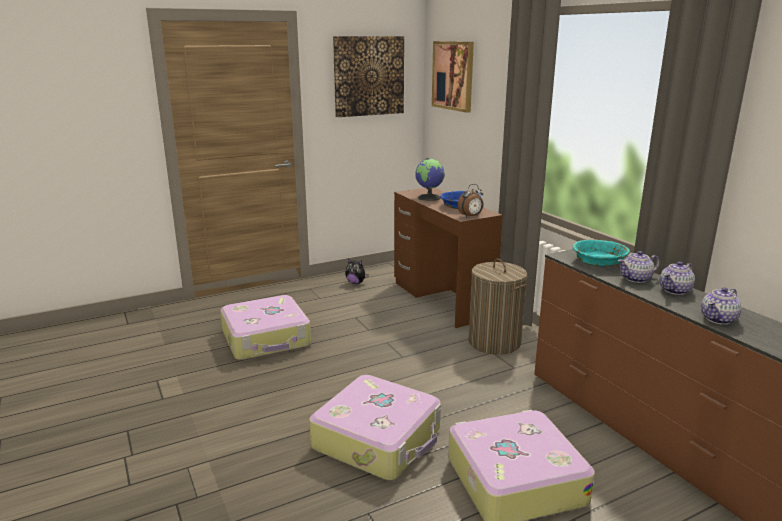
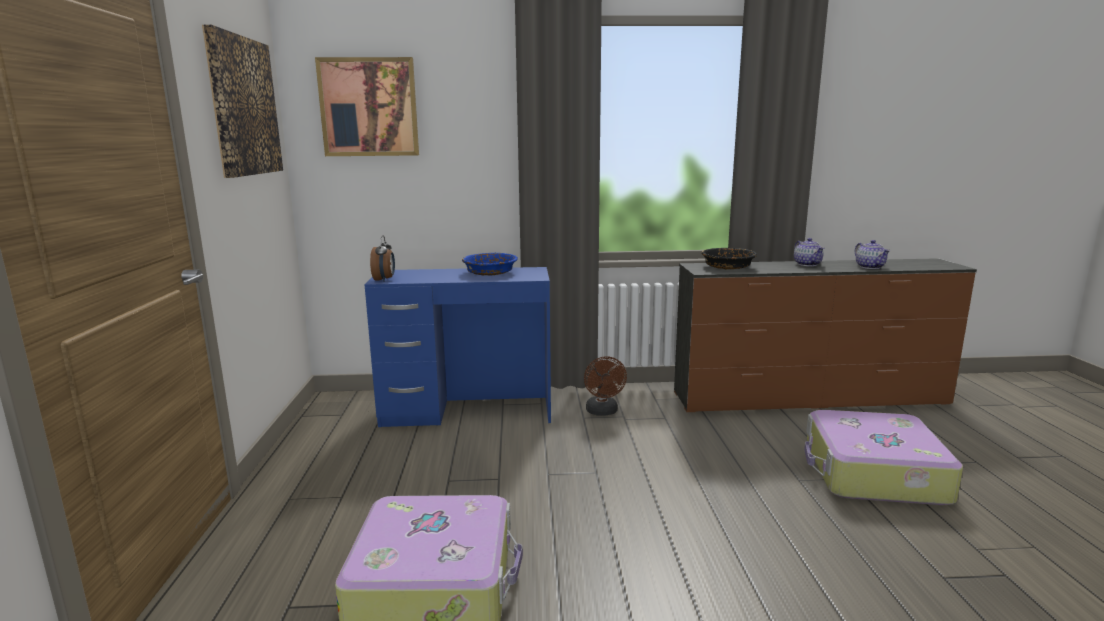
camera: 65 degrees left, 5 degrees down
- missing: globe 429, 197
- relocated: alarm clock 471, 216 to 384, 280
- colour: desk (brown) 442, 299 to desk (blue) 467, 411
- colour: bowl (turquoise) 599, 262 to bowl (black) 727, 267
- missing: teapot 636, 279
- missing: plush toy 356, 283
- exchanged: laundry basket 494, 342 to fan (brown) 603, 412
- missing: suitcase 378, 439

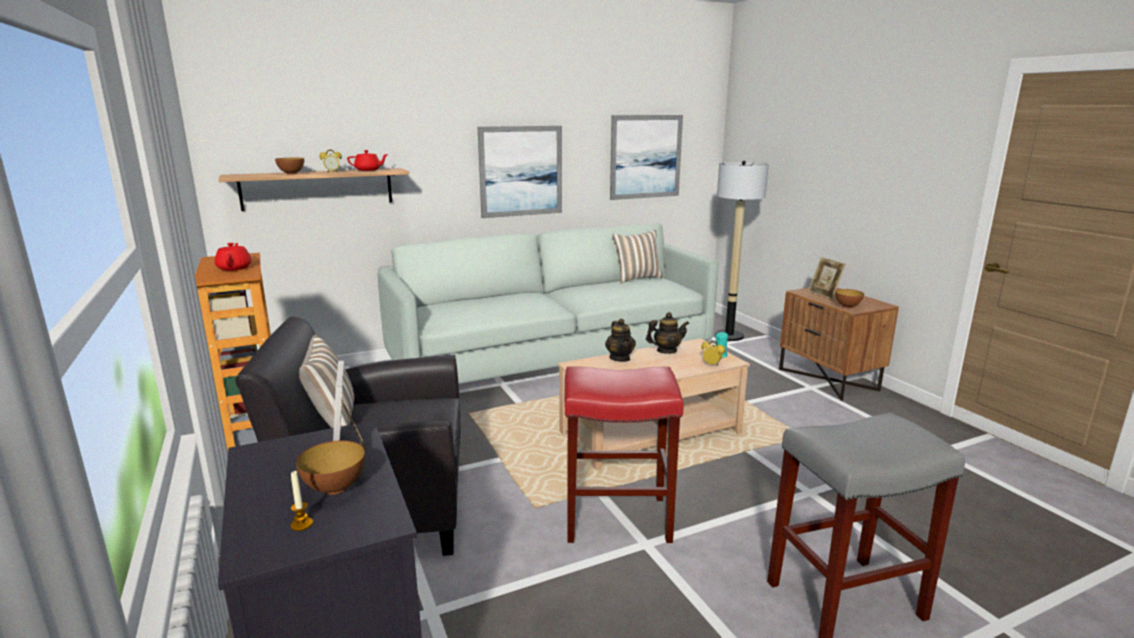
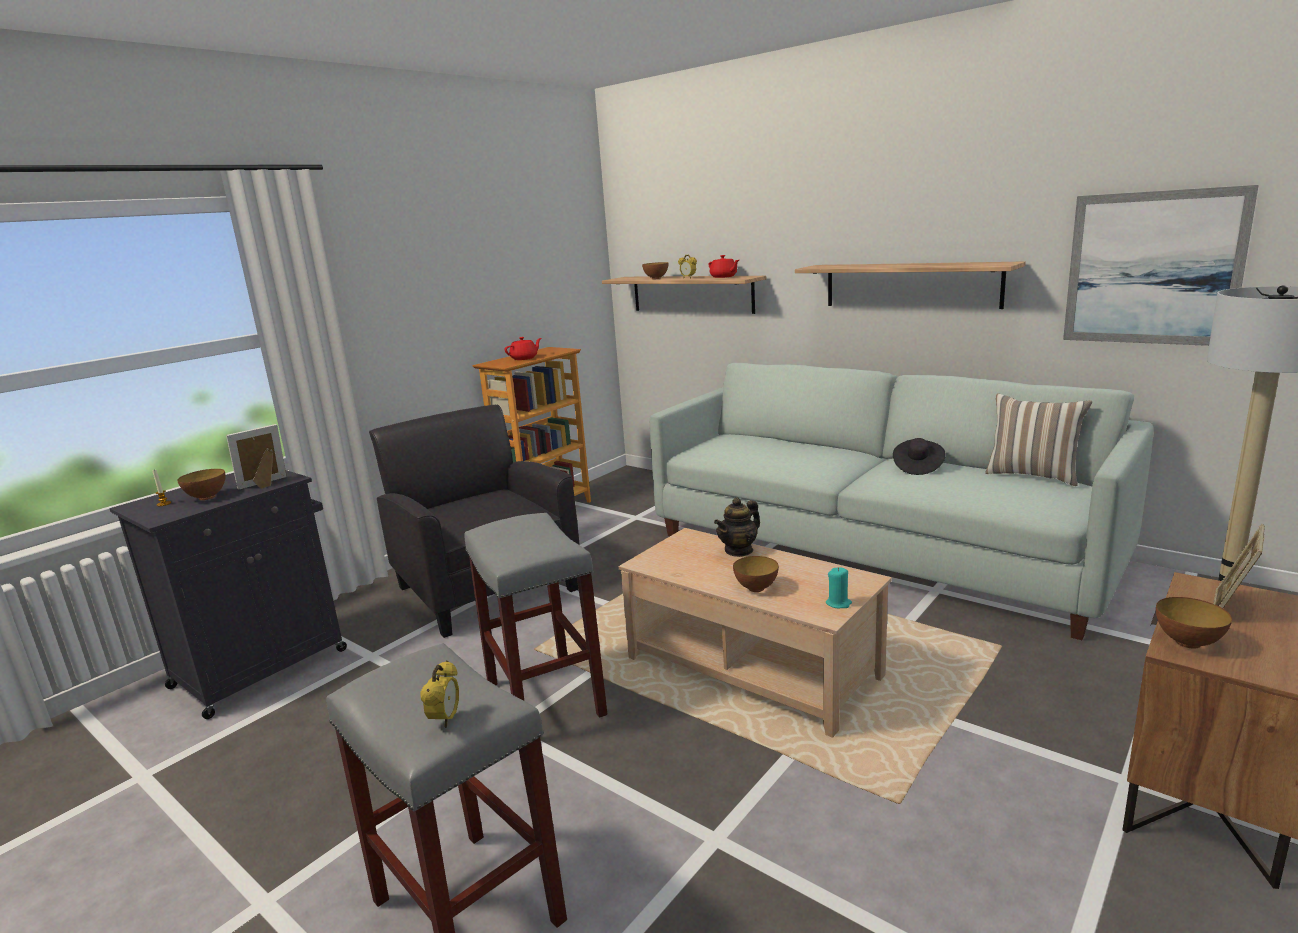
camera: 65 degrees right, 0 degrees up
- exchanged: picture 521, 171 to shelf 910, 285
- missing: teapot 666, 351
- missing: pillow 332, 423
- relocated: alarm clock 712, 365 to 445, 719
- colour: stool (red) 618, 518 to stool (grey) 546, 699
- appeared: hat (black) 917, 467
- appeared: bowl 756, 588

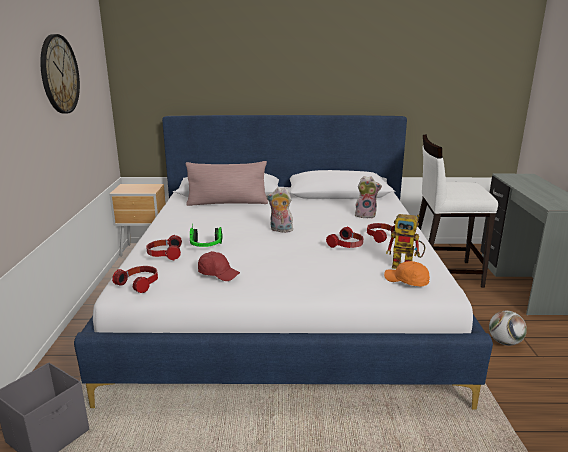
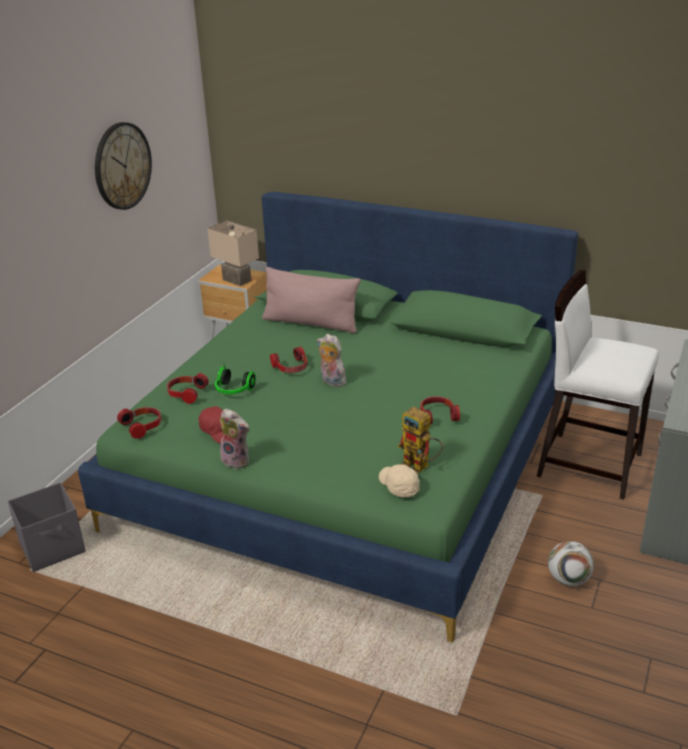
camera: 25 degrees right, 10 degrees up
- colour: bed (white) 284, 304 to bed (green) 347, 462
- relocated: plush toy 366, 215 to 237, 460
- relocated: headphones 347, 245 to 291, 368
- colour: cap (orange) 406, 281 to cap (beige) 398, 486
- appeared: table lamp (beige) 238, 280

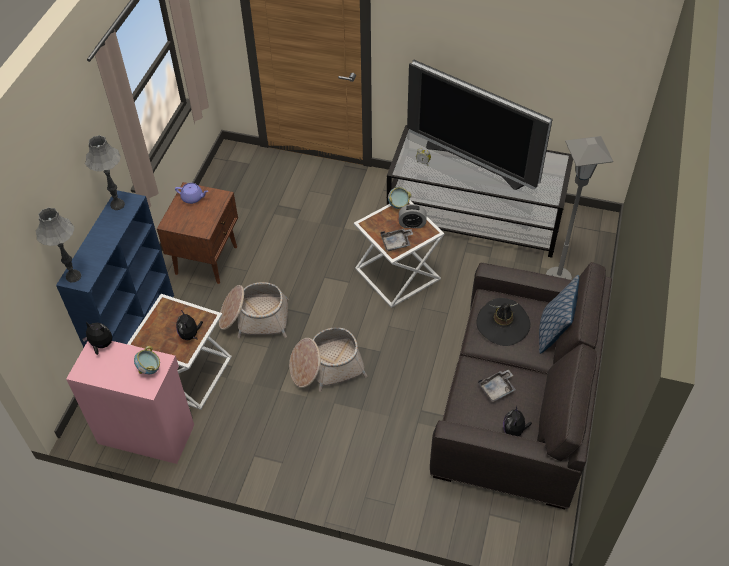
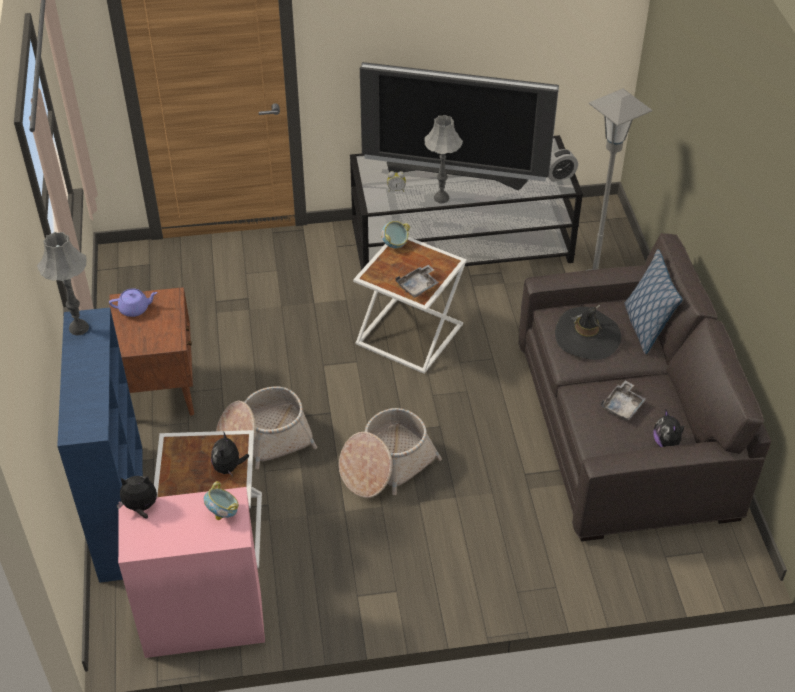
camera: 25 degrees left, 5 degrees down
- relocated: alarm clock 412, 224 to 559, 176
- relocated: table lamp (grey) 73, 276 to 441, 198
- spun: plush toy 190, 335 = 229, 468 45 degrees clockwise

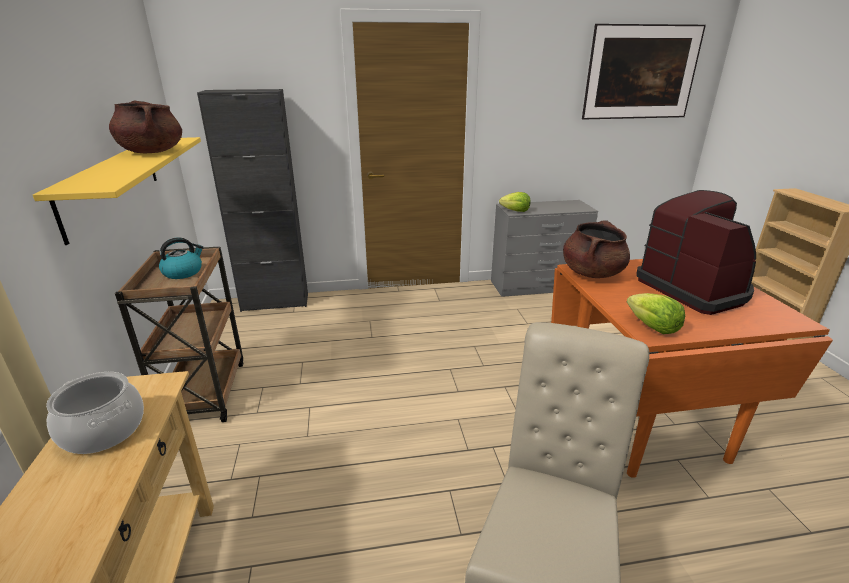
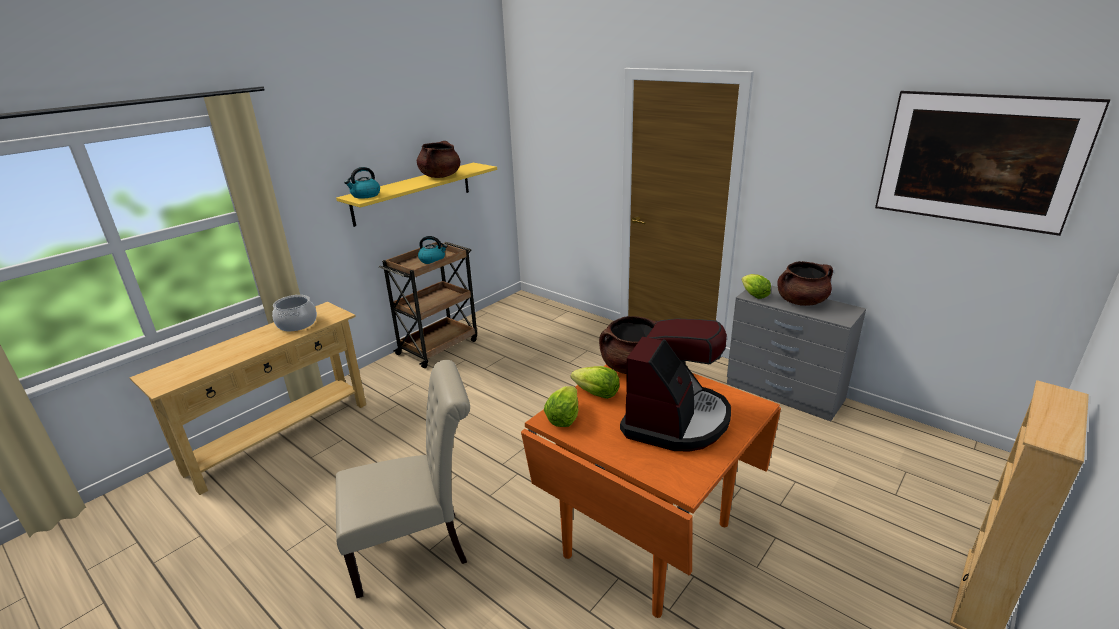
camera: 50 degrees right, 0 degrees up
- missing: cabinet (black) 275, 302
- appeared: kettle 365, 195
- appeared: cooking pot (brown) 801, 301
- appeared: lettuce 596, 394

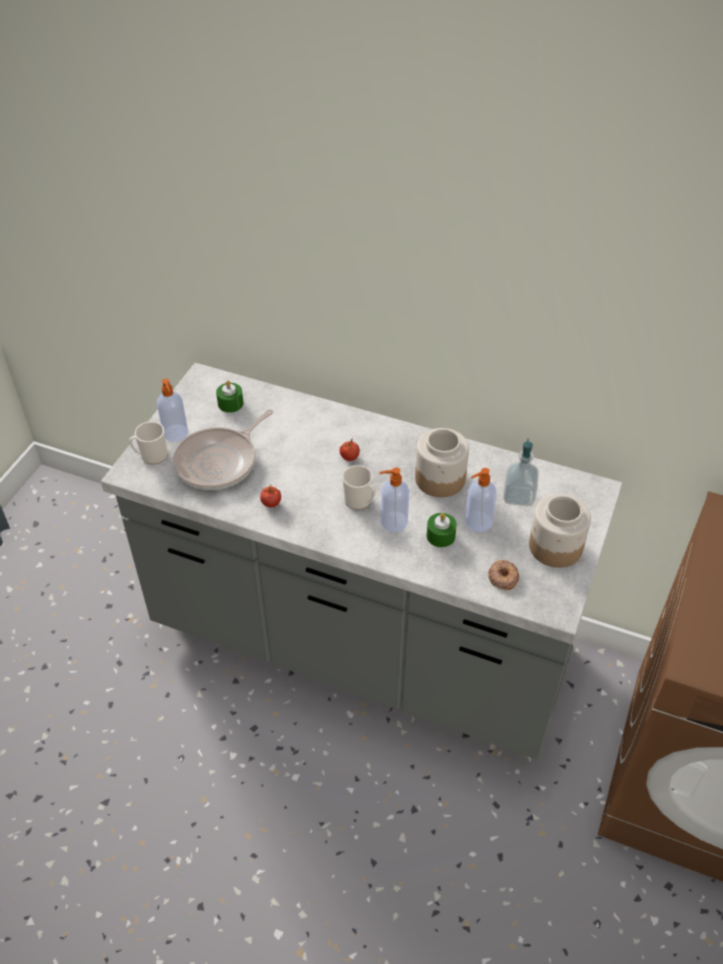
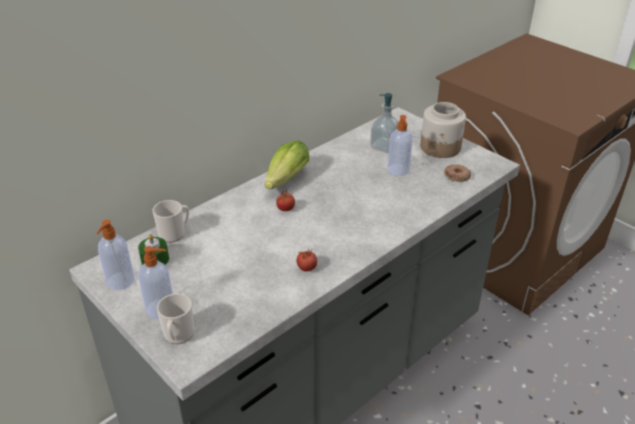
camera: 65 degrees left, 10 degrees down
- missing: frying pan 220, 462
- missing: jar 440, 478
- relocated: mug 360, 501 to 174, 233
- relocated: soap dispenser 393, 521 to 120, 282
- missing: candle (green) 440, 536
- appeared: lettuce 284, 181

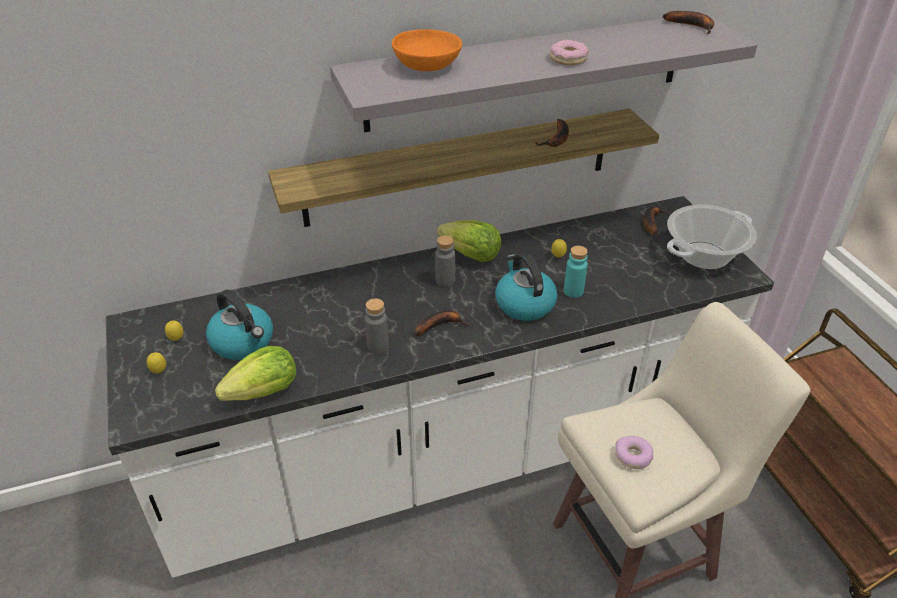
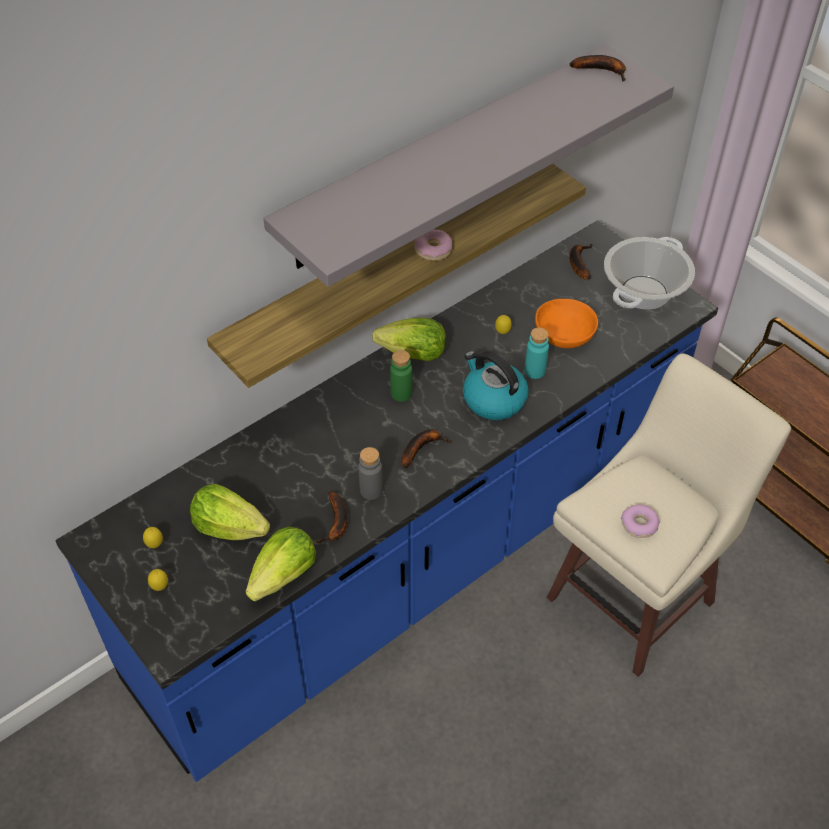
camera: 20 degrees left, 10 degrees up
- relocated: bowl (orange) 427, 66 to 564, 335
- relocated: donut 568, 59 to 433, 250
- relocated: banana 557, 139 to 336, 523
- colour: counter (white) 448, 458 to counter (blue) 414, 561
- colour: bottle (grey) 445, 281 to bottle (green) 401, 393
- exchanged: kettle 243, 342 to lettuce 229, 527

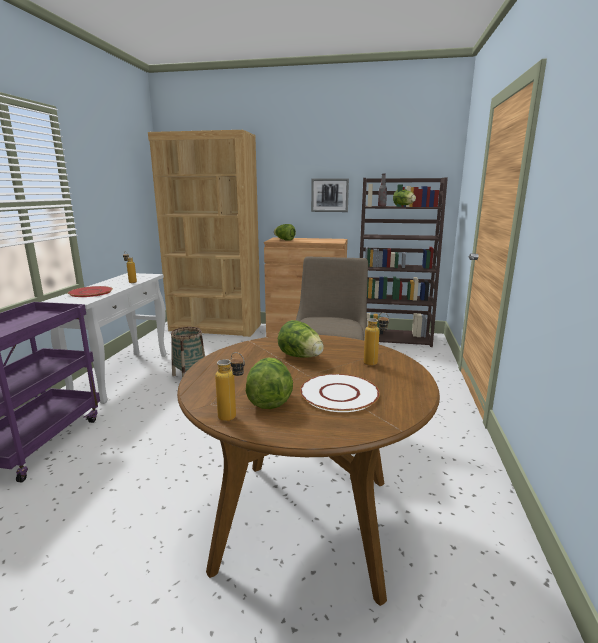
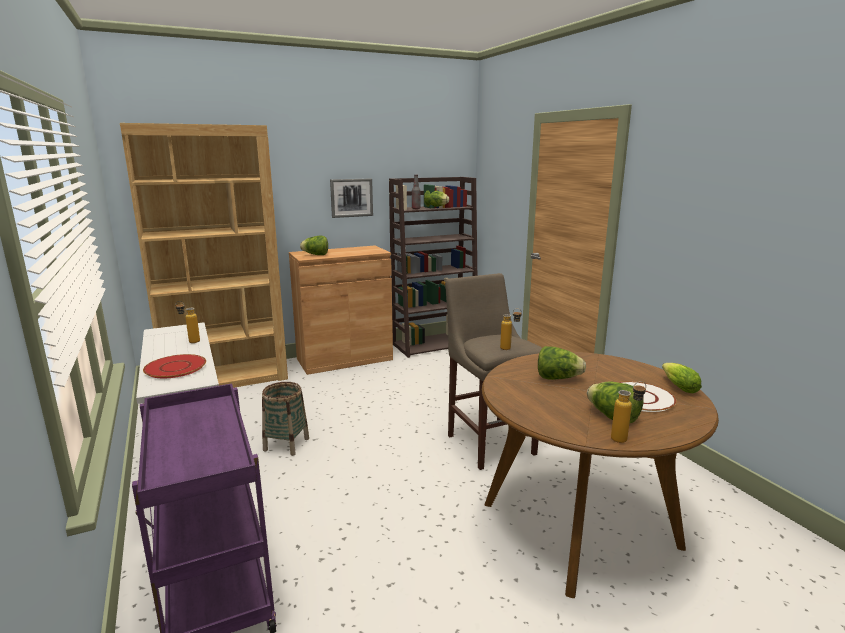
camera: 35 degrees left, 0 degrees up
- relocated: bottle 375, 365 to 509, 349
- appeared: lettuce 677, 386

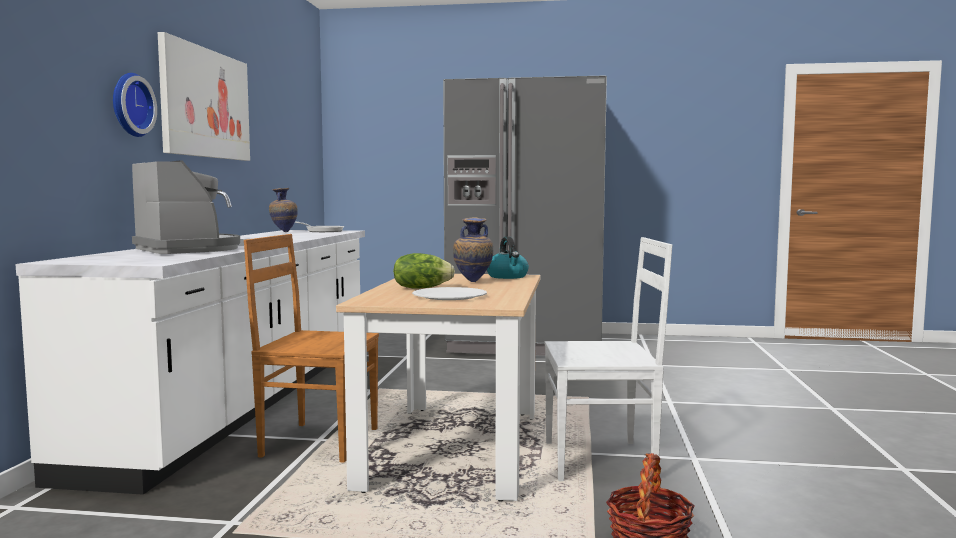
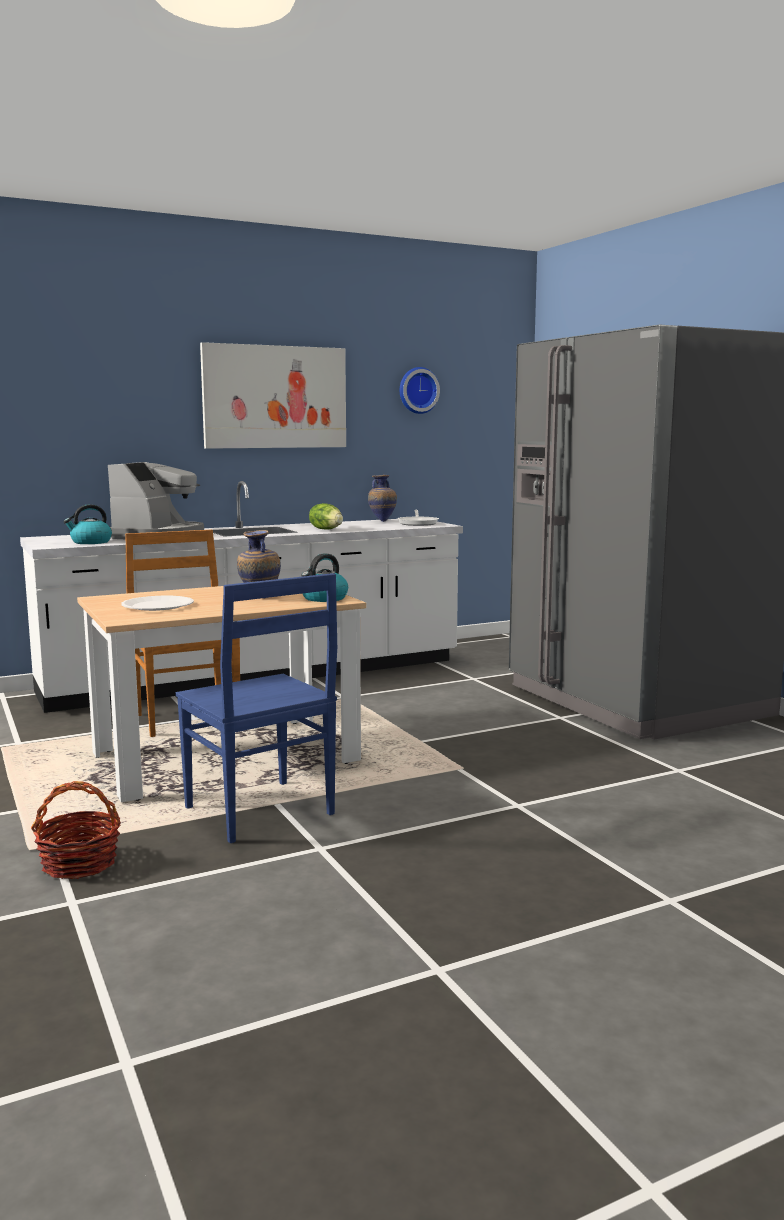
camera: 55 degrees right, 5 degrees up
- relocated: wall clock 129, 105 to 417, 390
- colour: chair (white) 602, 460 to chair (blue) 261, 812
- relocated: lettuce 421, 288 to 326, 529
- appeared: kettle 90, 542

